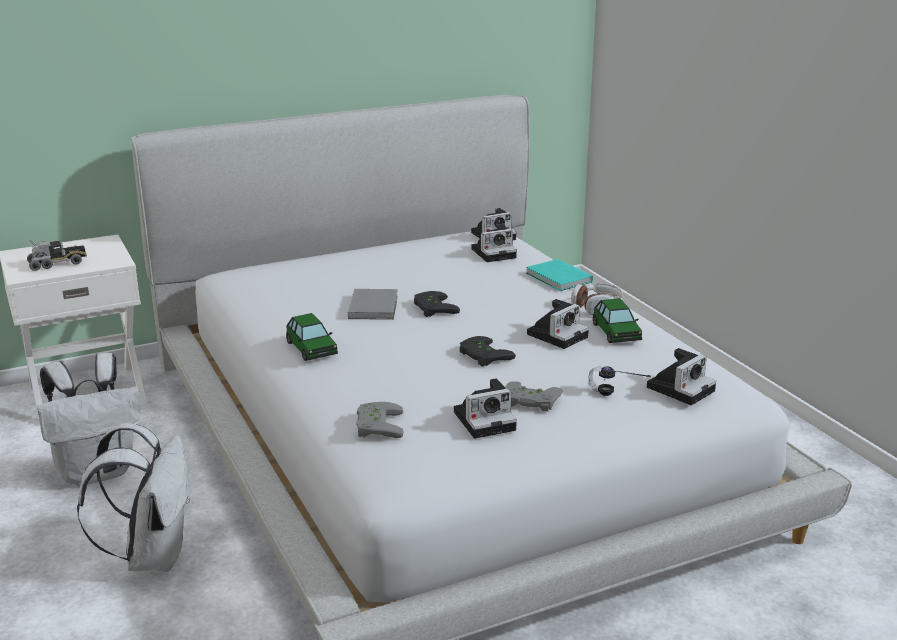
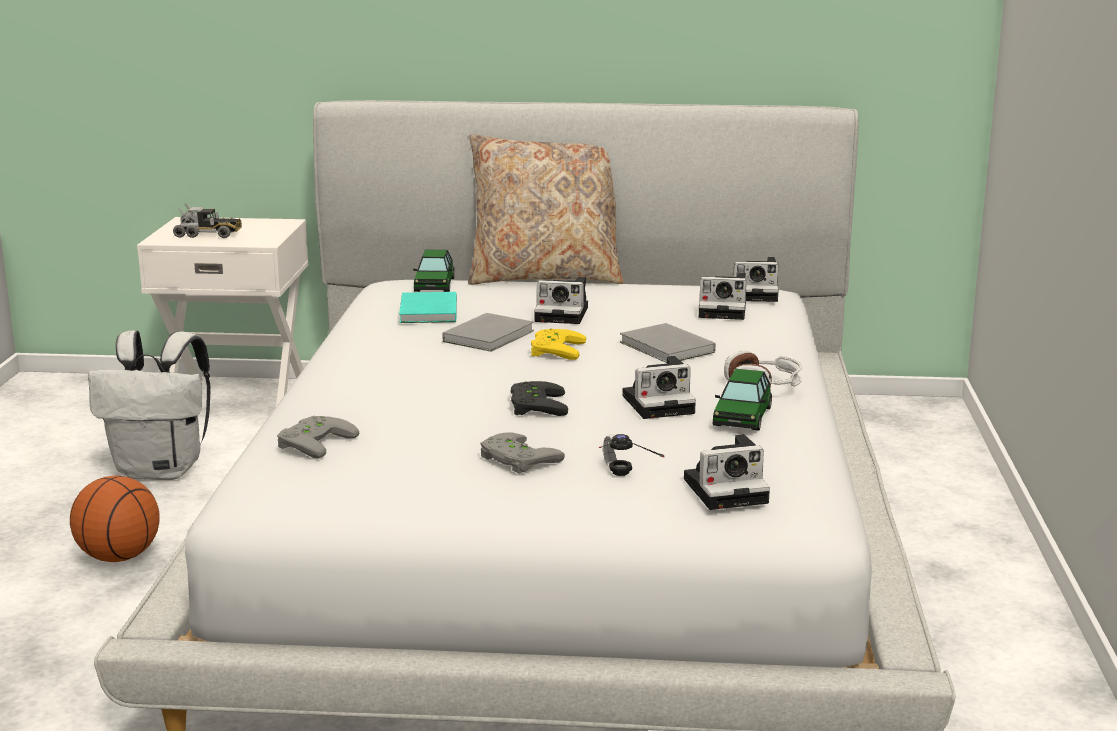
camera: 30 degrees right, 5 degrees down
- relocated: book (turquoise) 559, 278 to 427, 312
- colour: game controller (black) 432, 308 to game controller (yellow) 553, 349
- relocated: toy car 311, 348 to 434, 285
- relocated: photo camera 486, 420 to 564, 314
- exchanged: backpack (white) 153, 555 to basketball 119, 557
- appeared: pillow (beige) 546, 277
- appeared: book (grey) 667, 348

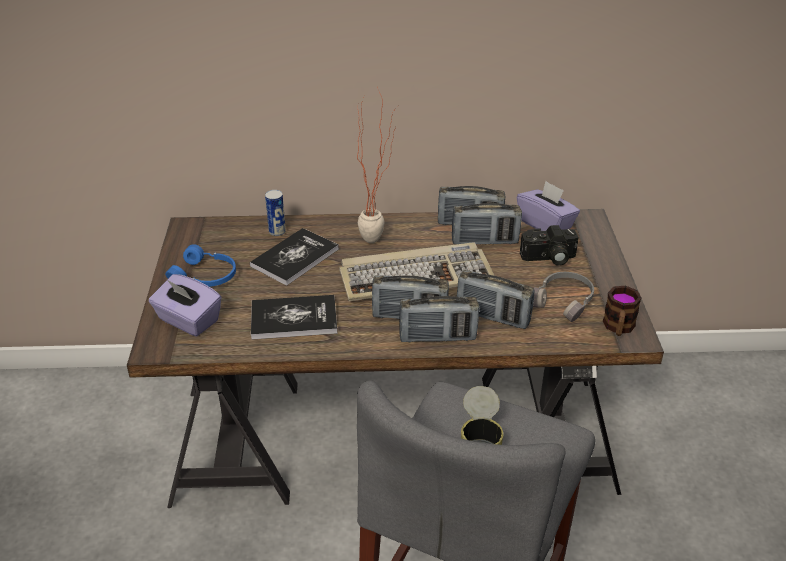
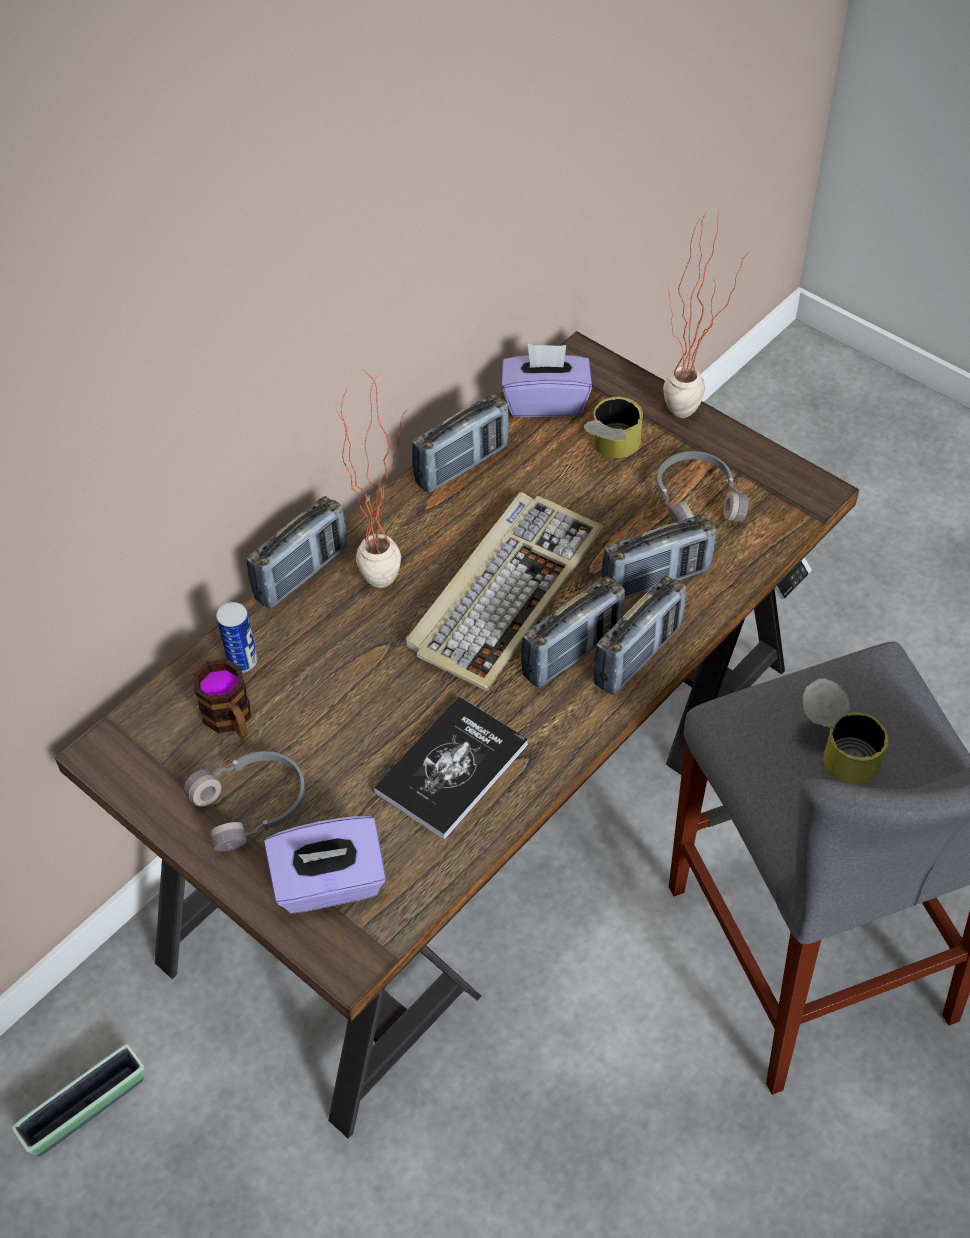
camera: 45 degrees left, 15 degrees up
- relocated: radio 484, 241 to 301, 573
- exchanged: photo camera 548, 258 to can 610, 451
- missing: book 295, 258
- colour: headphones (blue) 205, 277 to headphones (grey) 253, 806
- relocated: mug 618, 328 to 231, 720
- appeared: potted plant 691, 419
- appeared: planter 86, 1109

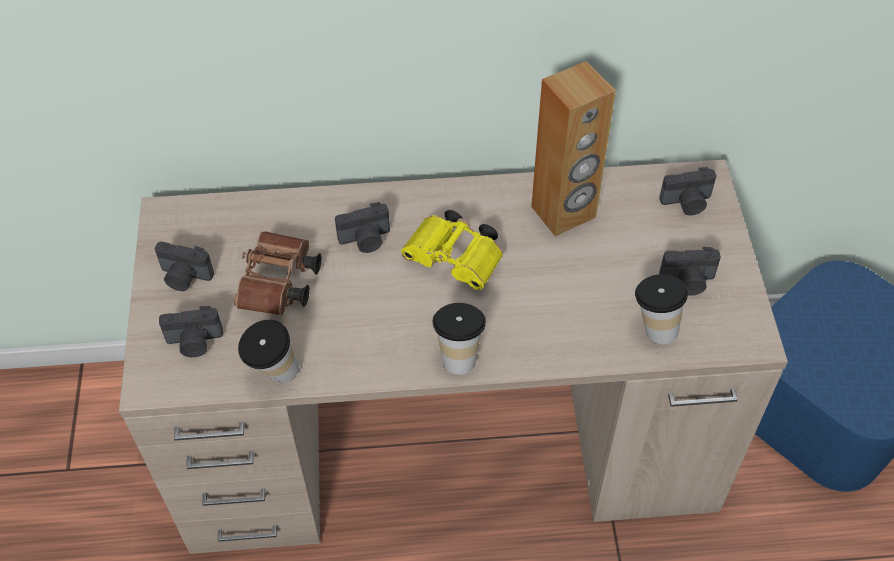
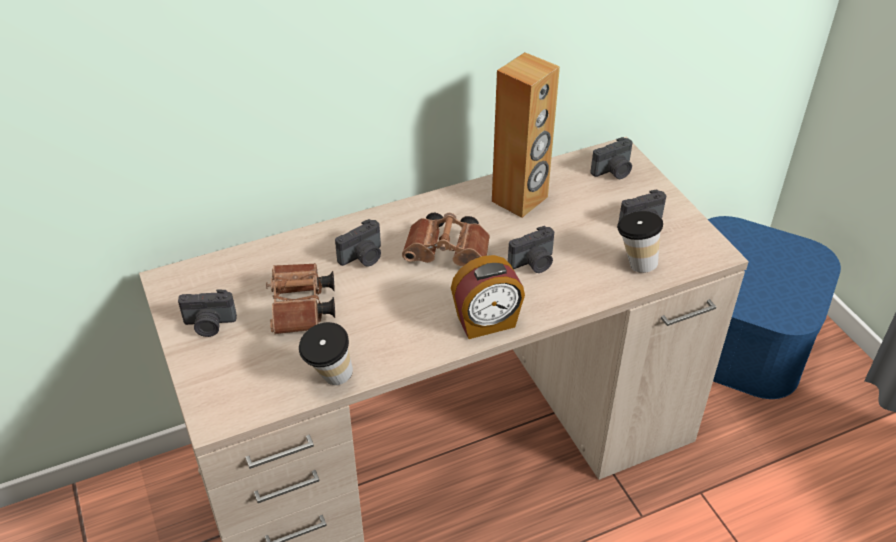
camera: 20 degrees left, 10 degrees down
- colour: binoculars (yellow) 457, 261 to binoculars (brown) 449, 254
- exchanged: cup 459, 355 to alarm clock 486, 323
- relocated: photo camera 194, 342 to 533, 263

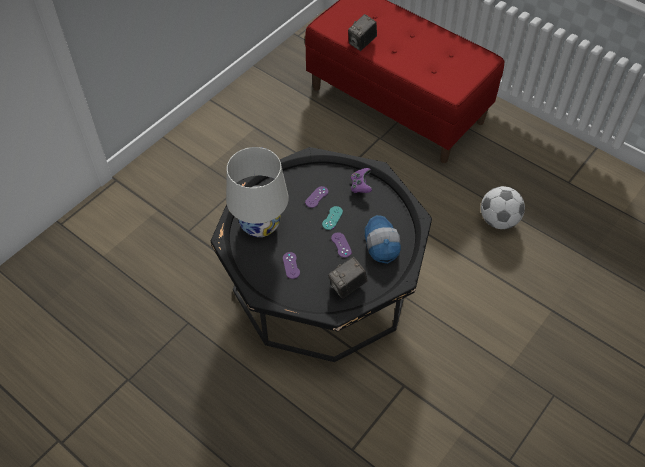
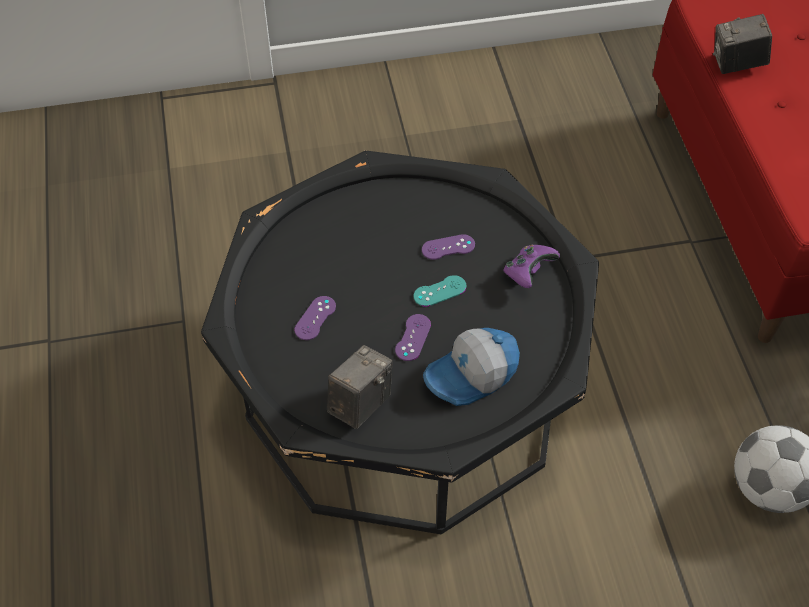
camera: 40 degrees right, 0 degrees up
- missing: table lamp (white) 260, 225
- spun: cap 381, 244 = 472, 375 150 degrees counterclockwise
- spun: photo camera 347, 287 = 360, 403 120 degrees clockwise

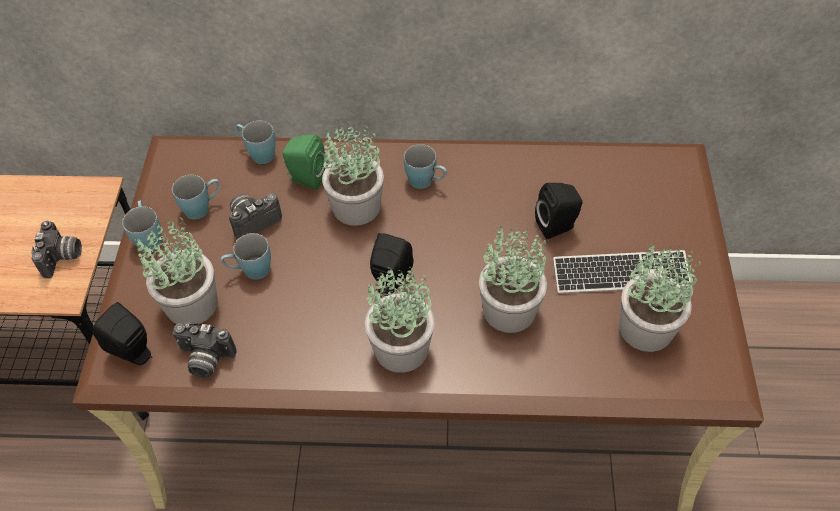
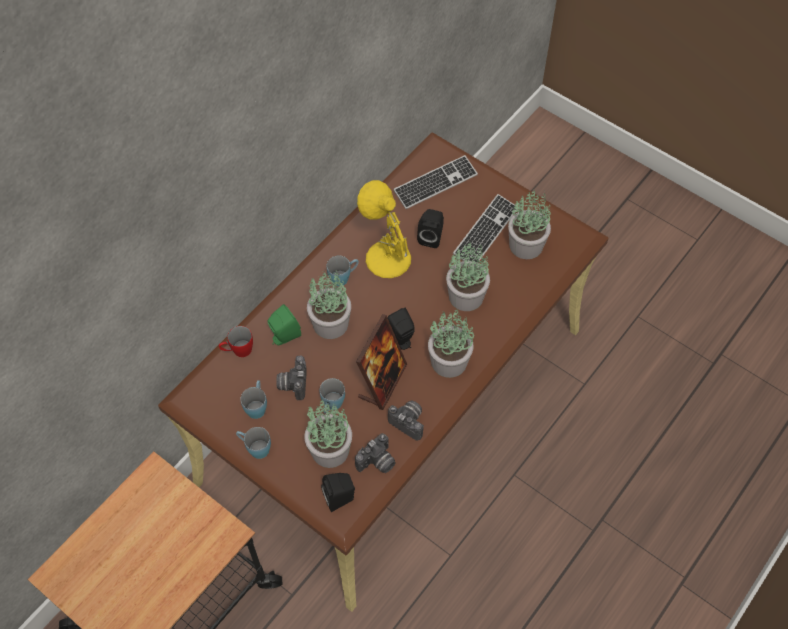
camera: 55 degrees left, 5 degrees up
- colour: mug (blue) 258, 153 to mug (red) 238, 351
- relocated: photo camera 63, 258 to 409, 422
- appeared: keyboard 435, 183
- appeared: table lamp (yellow) 386, 257
- appeared: picture frame 382, 382

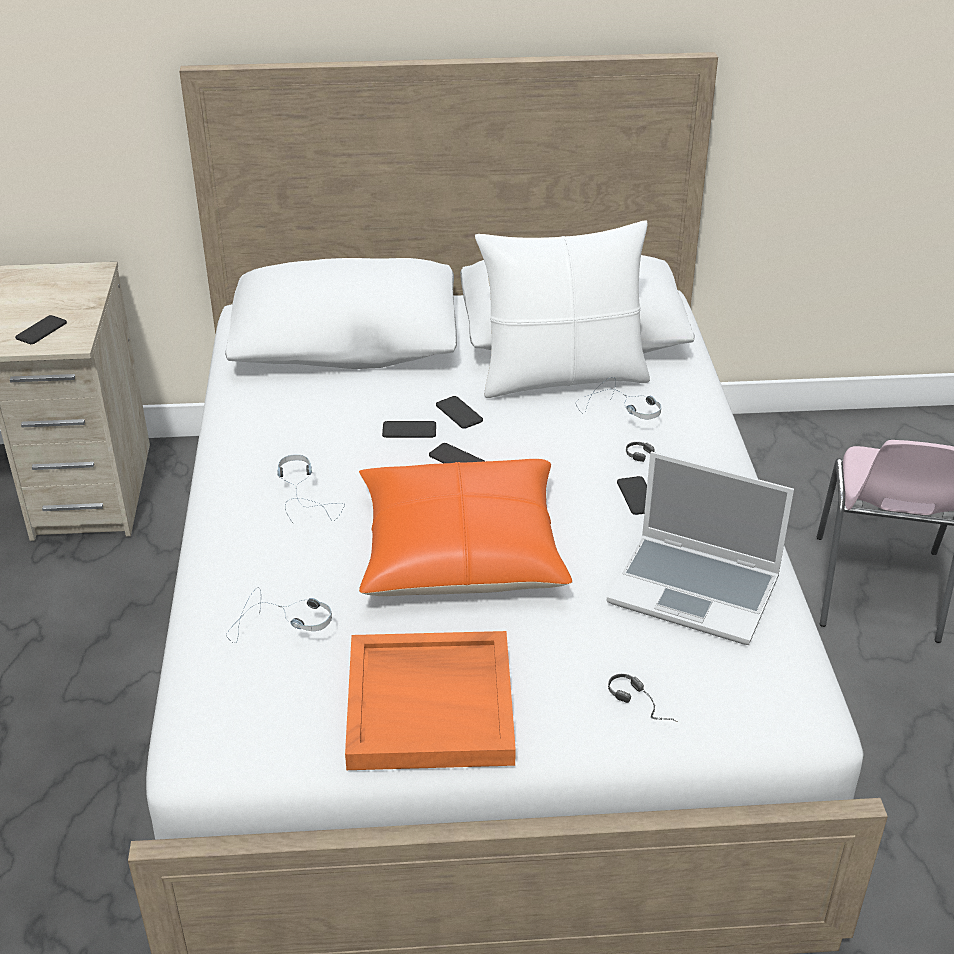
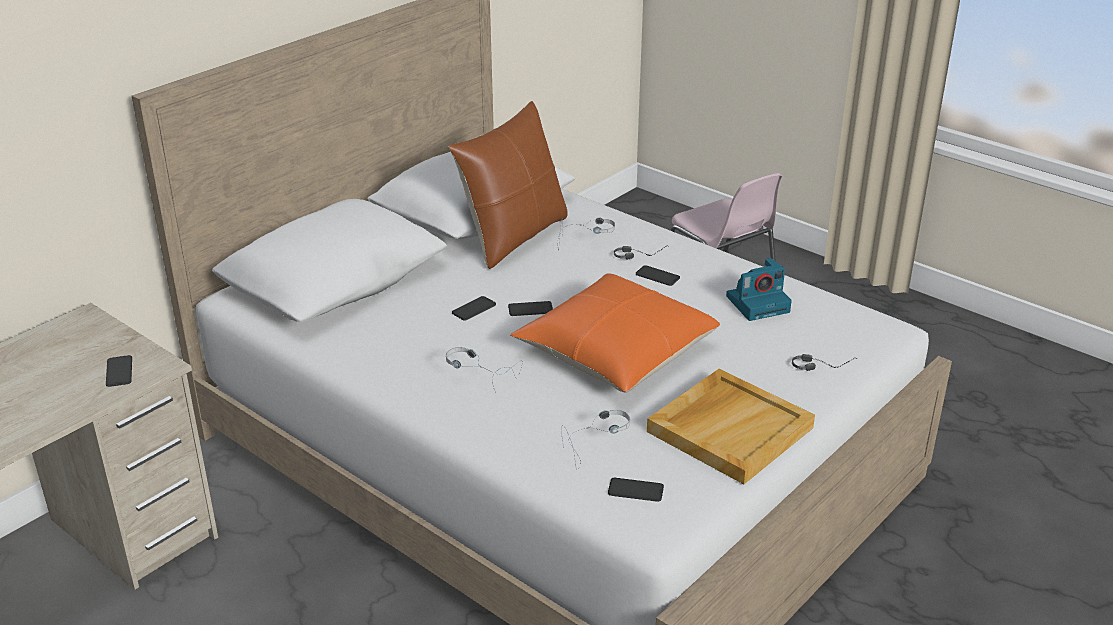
camera: 45 degrees left, 5 degrees down
- colour: pillow (white) 562, 377 to pillow (brown) 513, 237
- relocated: phone 459, 413 to 635, 490
- exchanged: laptop 696, 590 to photo camera 758, 303
- colour: tray (orange) 431, 704 to tray (beige) 729, 429

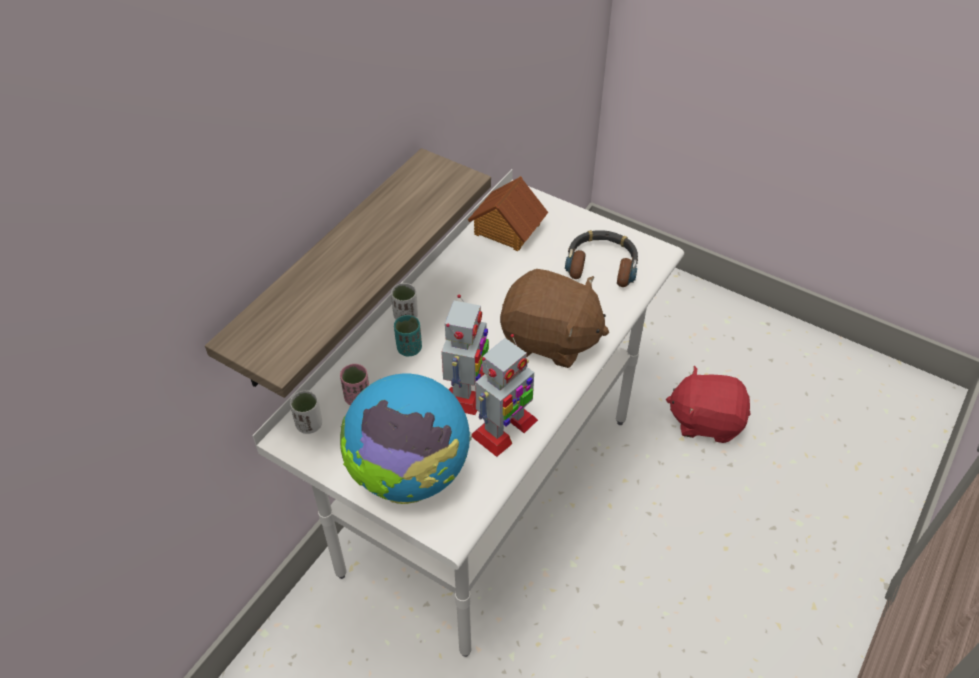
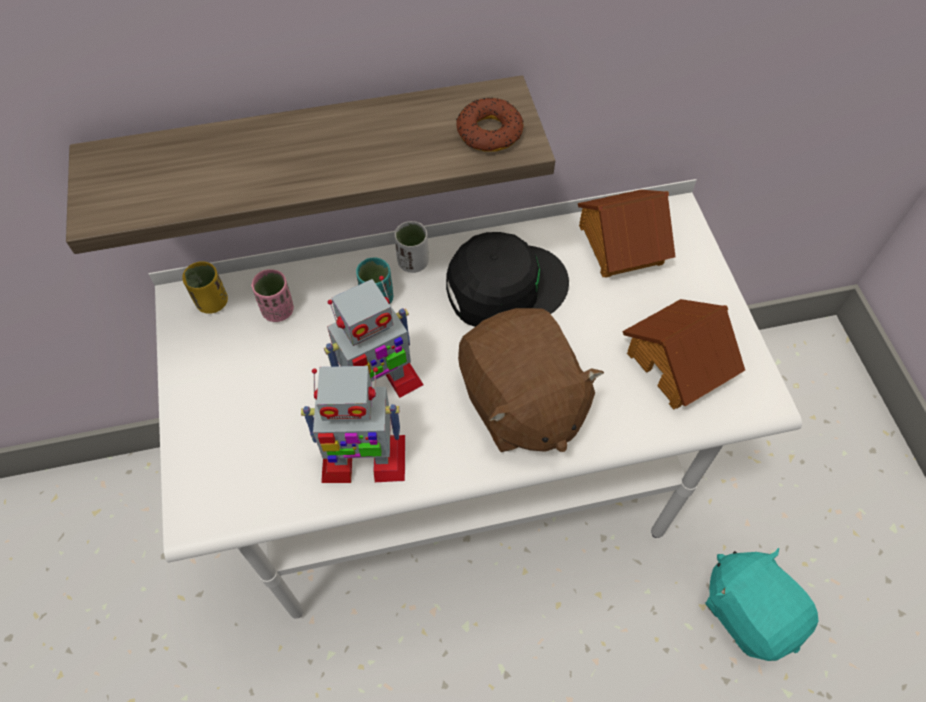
camera: 45 degrees right, 10 degrees up
- exchanged: headphones 602, 264 to toy house 678, 363
- colour: plush toy (red) 705, 420 to plush toy (turquoise) 749, 611
- missing: globe 409, 473
- colour: cup (white) 309, 424 to cup (yellow) 212, 302
- appeared: donut 489, 132
- appeared: cap (black) 504, 286

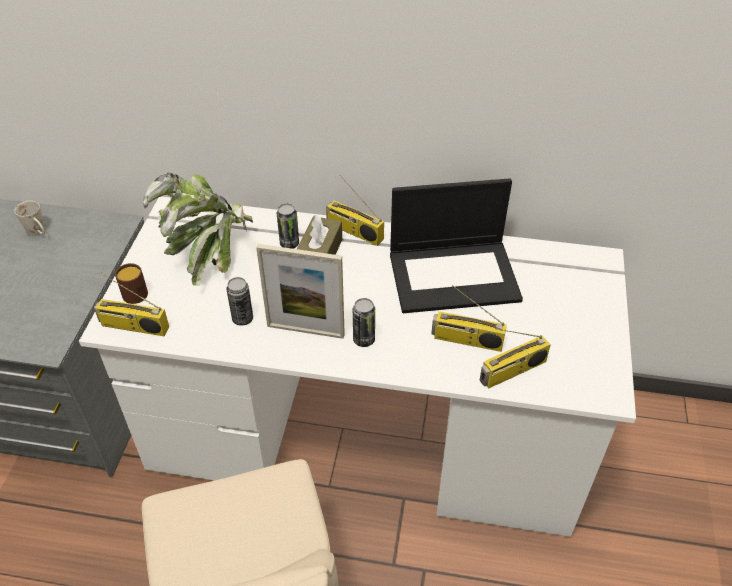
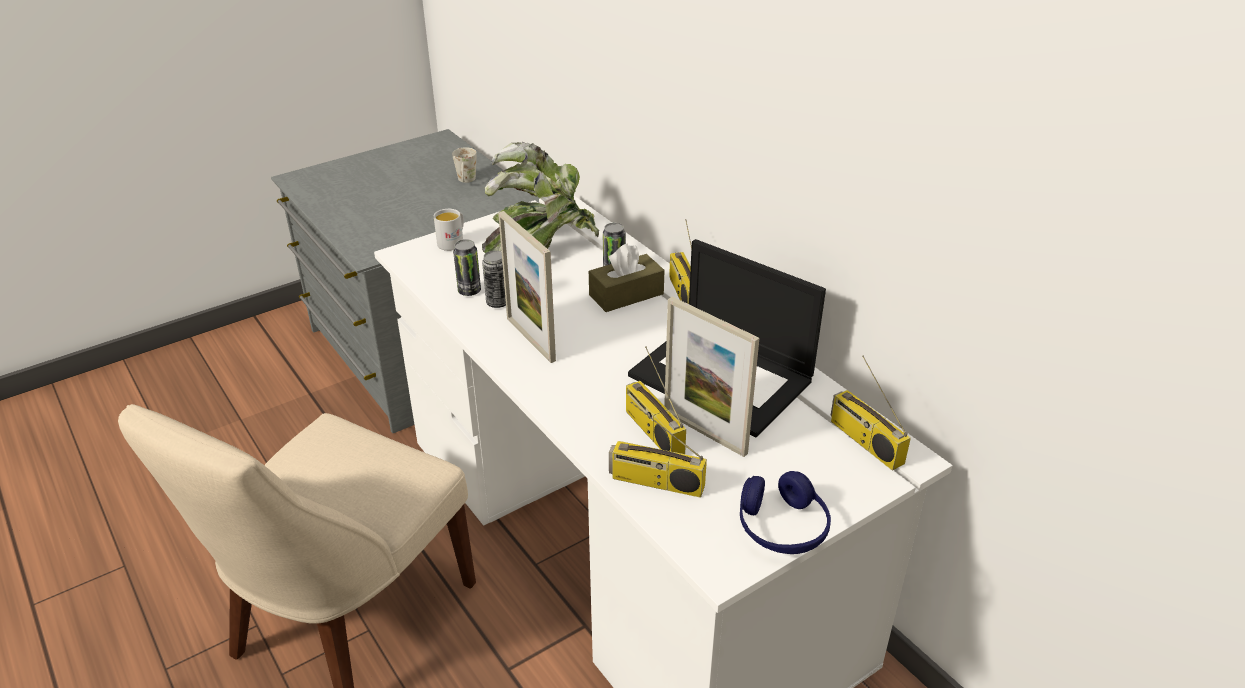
camera: 45 degrees right, 10 degrees down
- colour: mug (brown) 134, 291 to mug (white) 453, 242
- relocated: radio 133, 327 to 864, 441
- relocated: can 364, 339 to 469, 291
- appeared: picture frame 704, 432
- appeared: headphones (blue) 782, 527

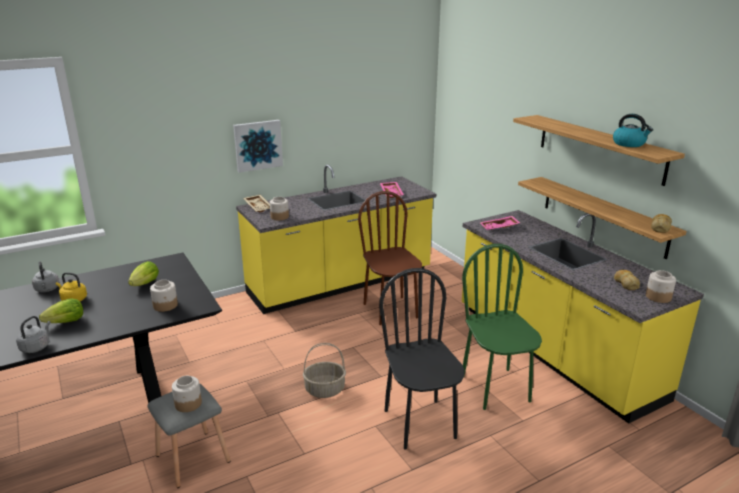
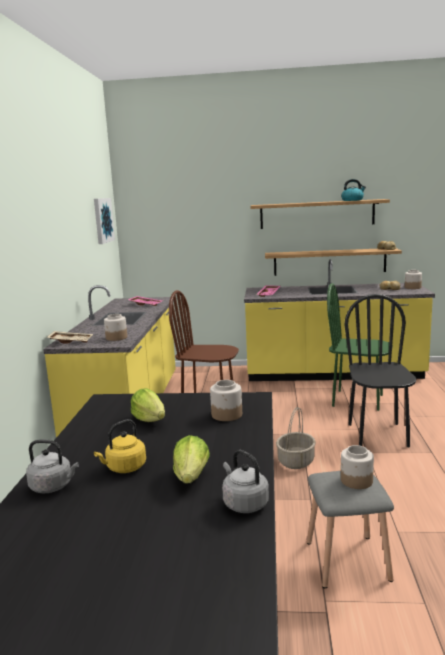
camera: 55 degrees left, 10 degrees down
- relocated: picture 258, 145 to 102, 220
- spun: chair (black) 420, 424 = 378, 435 75 degrees clockwise

